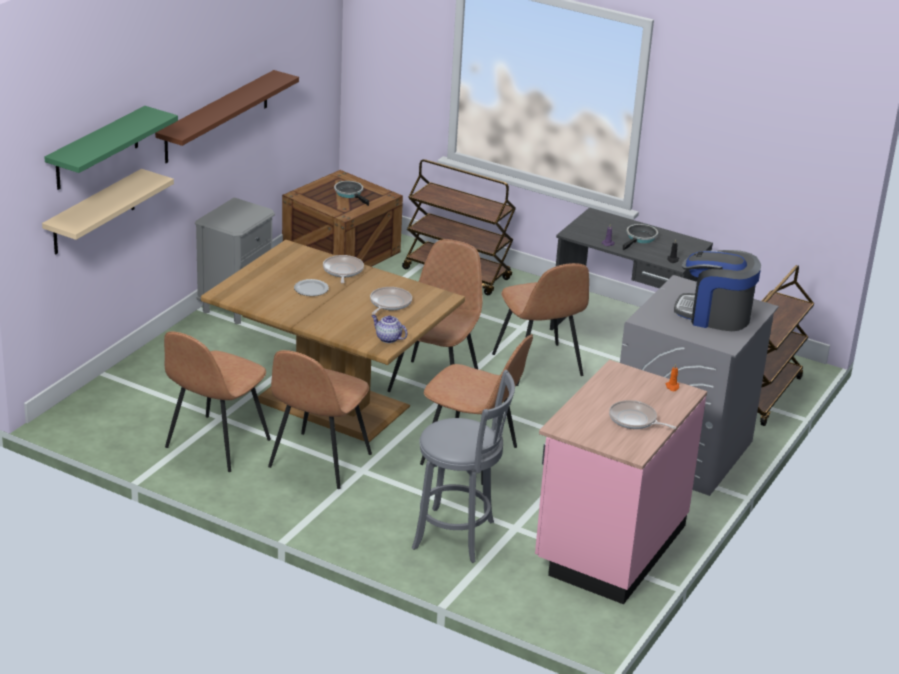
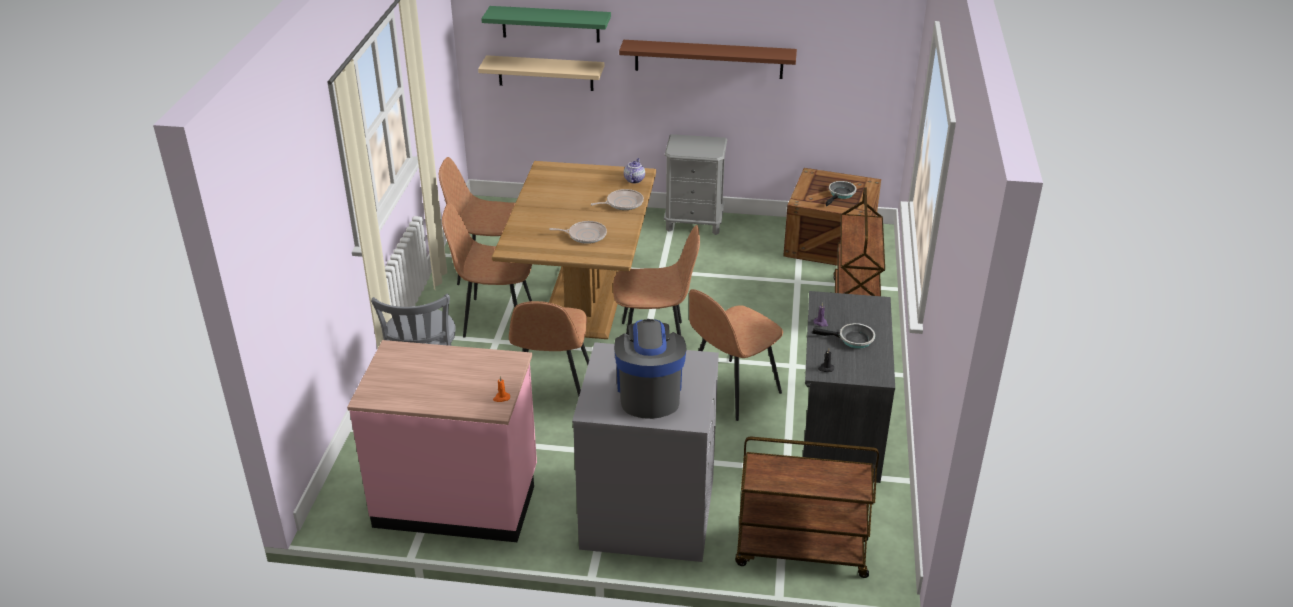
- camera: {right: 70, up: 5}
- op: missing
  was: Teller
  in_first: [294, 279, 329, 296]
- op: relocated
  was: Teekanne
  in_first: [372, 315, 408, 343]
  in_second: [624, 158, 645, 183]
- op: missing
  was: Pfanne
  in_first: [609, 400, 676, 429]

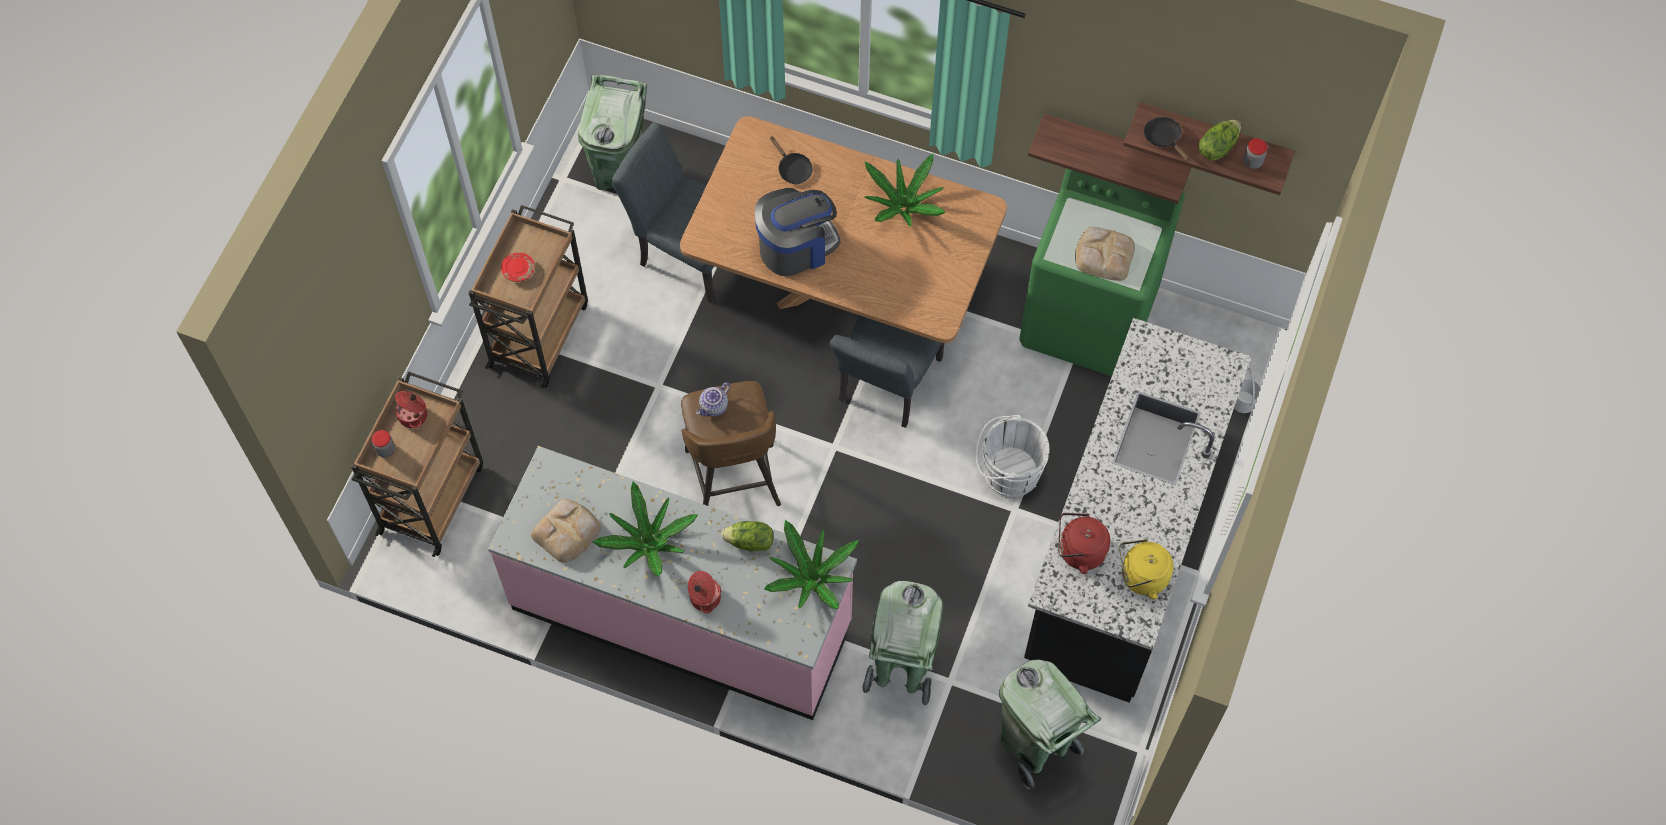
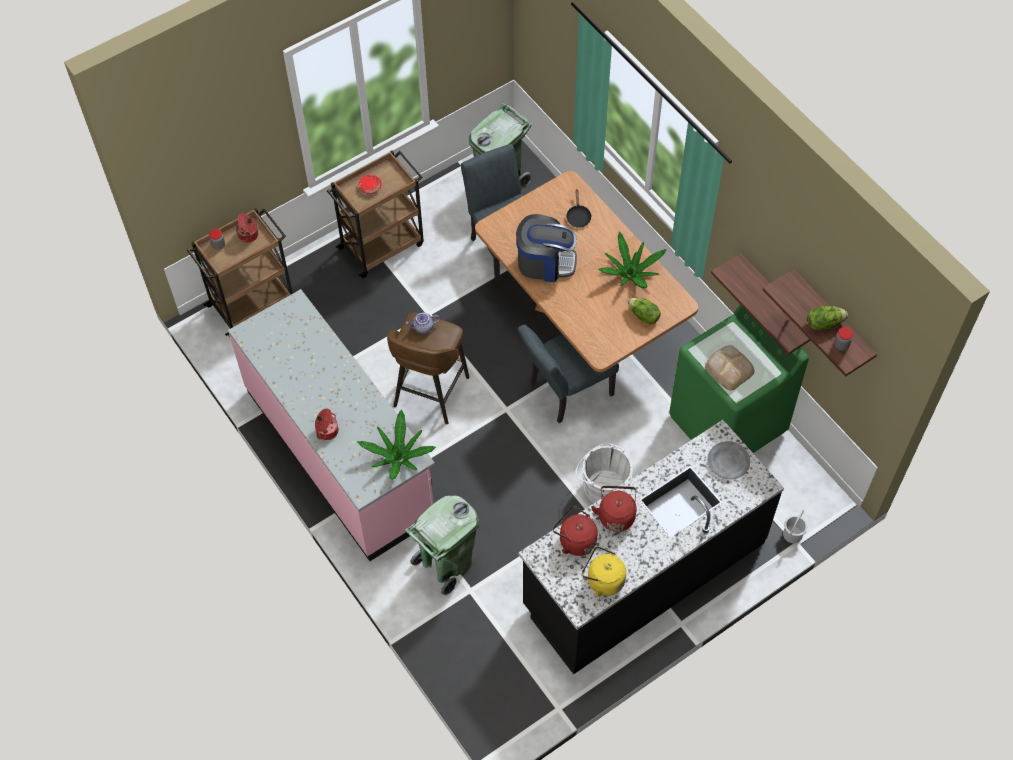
- camera: {right: 35, up: -5}
- op: missing
  was: Pfanne (schwarz)
  in_first: [1144, 117, 1190, 162]
- op: missing
  was: Topfpflanze
  in_first: [593, 481, 698, 576]
- op: missing
  was: Brot
  in_first: [531, 499, 601, 563]
- op: relocated
  was: Salatkopf
  in_first: [721, 521, 774, 551]
  in_second: [628, 298, 661, 325]
- op: missing
  was: Mülleimer (grün)
  in_first: [999, 659, 1101, 789]
- op: appeared
  now: Teller (grau)
  in_second: [707, 441, 750, 479]
- op: appeared
  now: Wasserkessel (rot)
  in_second: [591, 486, 637, 532]

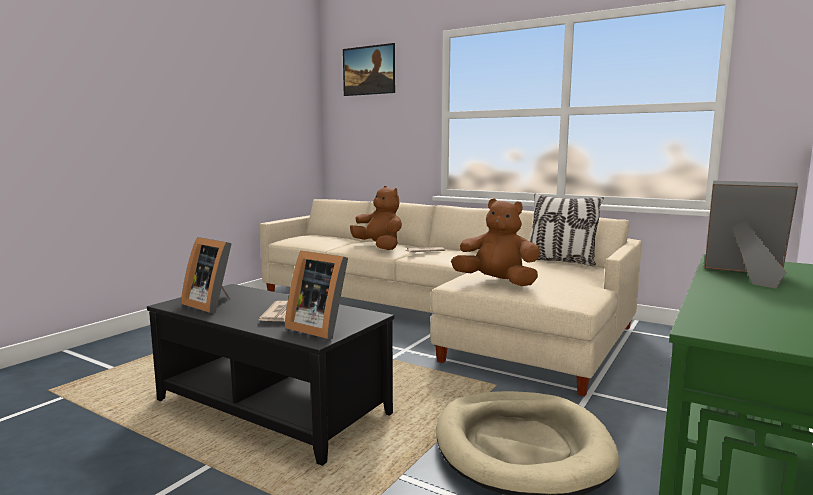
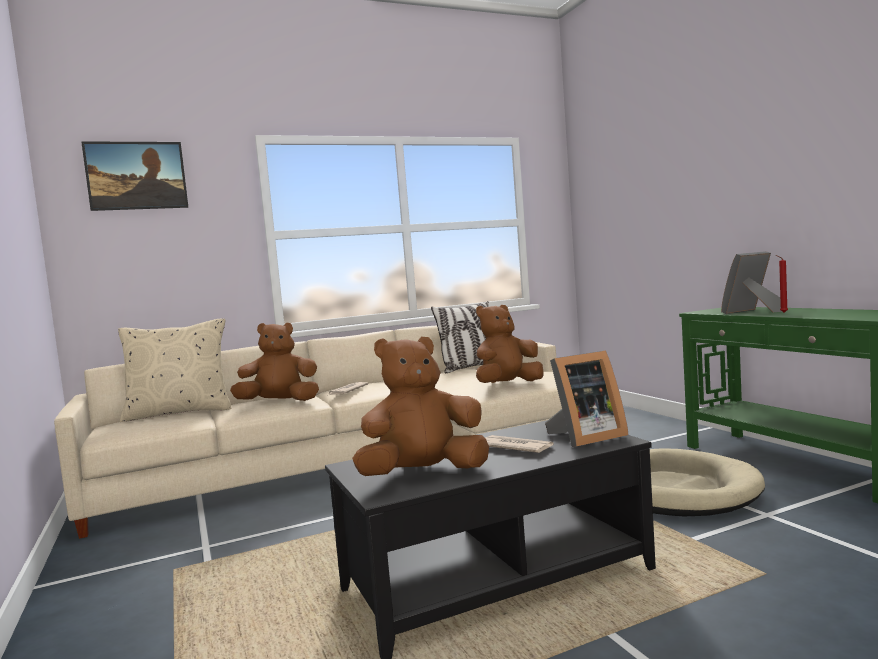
- camera: {right: -55, up: -5}
- op: exchanged
  was: Bilderrahmen
  now: Plüschtier (braun)
  in_first: [181, 237, 232, 313]
  in_second: [352, 336, 489, 476]
- op: appeared
  now: Kerze (rot)
  in_second: [776, 255, 788, 313]
- op: appeared
  now: Kissen (beige)
  in_second: [118, 319, 231, 422]

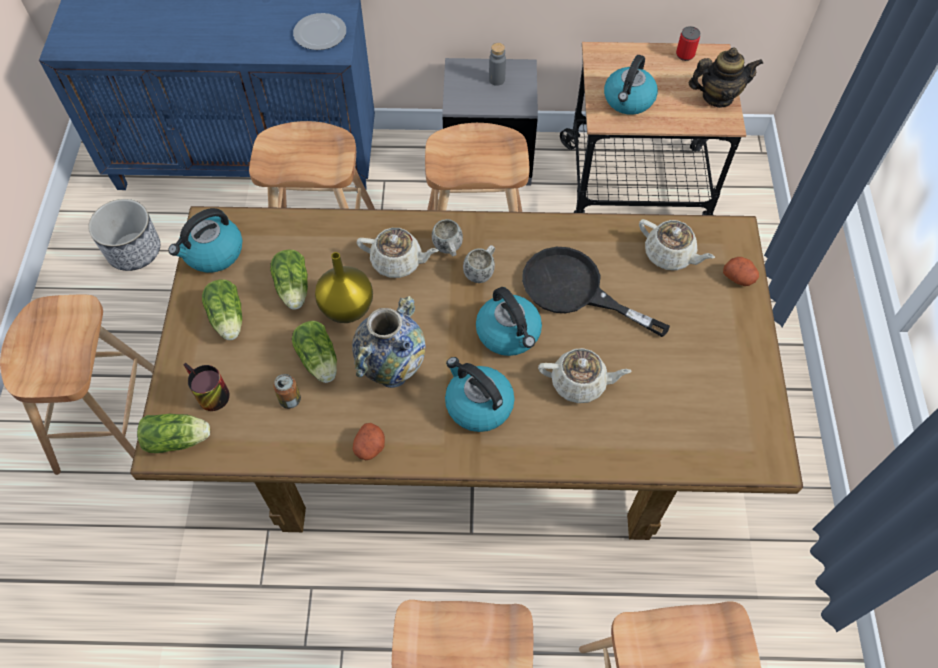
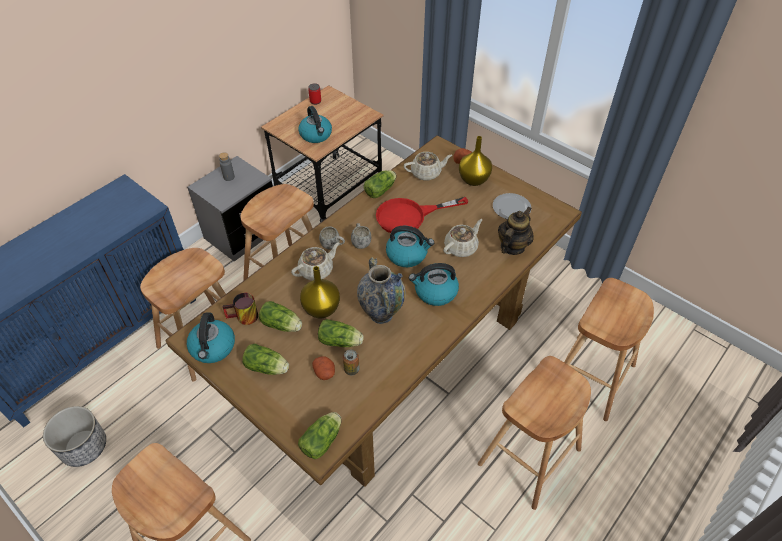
- camera: {right: -50, up: -10}
- op: relocated
  was: Teller
  in_first: [293, 13, 346, 50]
  in_second: [493, 193, 531, 219]
- op: relocated
  was: Teekanne
  in_first: [689, 48, 763, 108]
  in_second: [498, 206, 534, 255]
- op: colour
  was: Pfanne (schwarz)
  now: Pfanne (rot)
  in_first: [522, 247, 670, 337]
  in_second: [376, 197, 468, 233]
- op: relocated
  was: Henkelbecher
  in_first: [183, 363, 230, 411]
  in_second: [223, 293, 258, 325]
- op: relocated
  was: Kartoffel
  in_first: [353, 423, 385, 460]
  in_second: [312, 356, 335, 380]
- op: appeared
  now: Vase (gelb)
  in_second: [459, 136, 492, 186]
- op: appeared
  now: Salatkopf
  in_second: [364, 170, 396, 198]

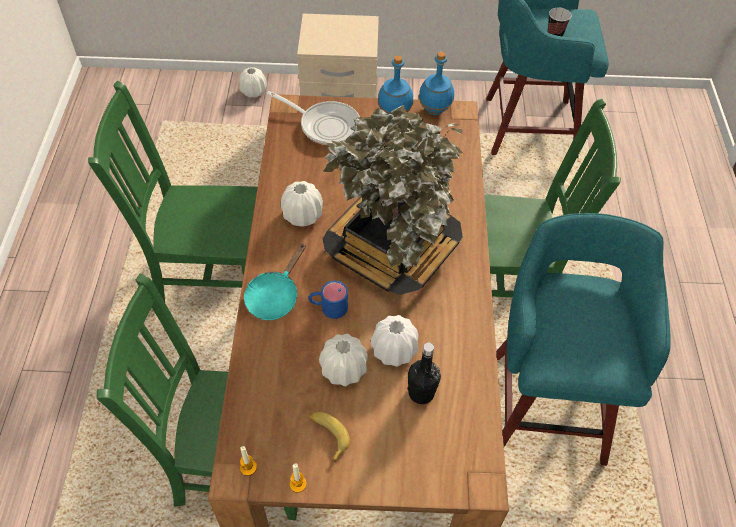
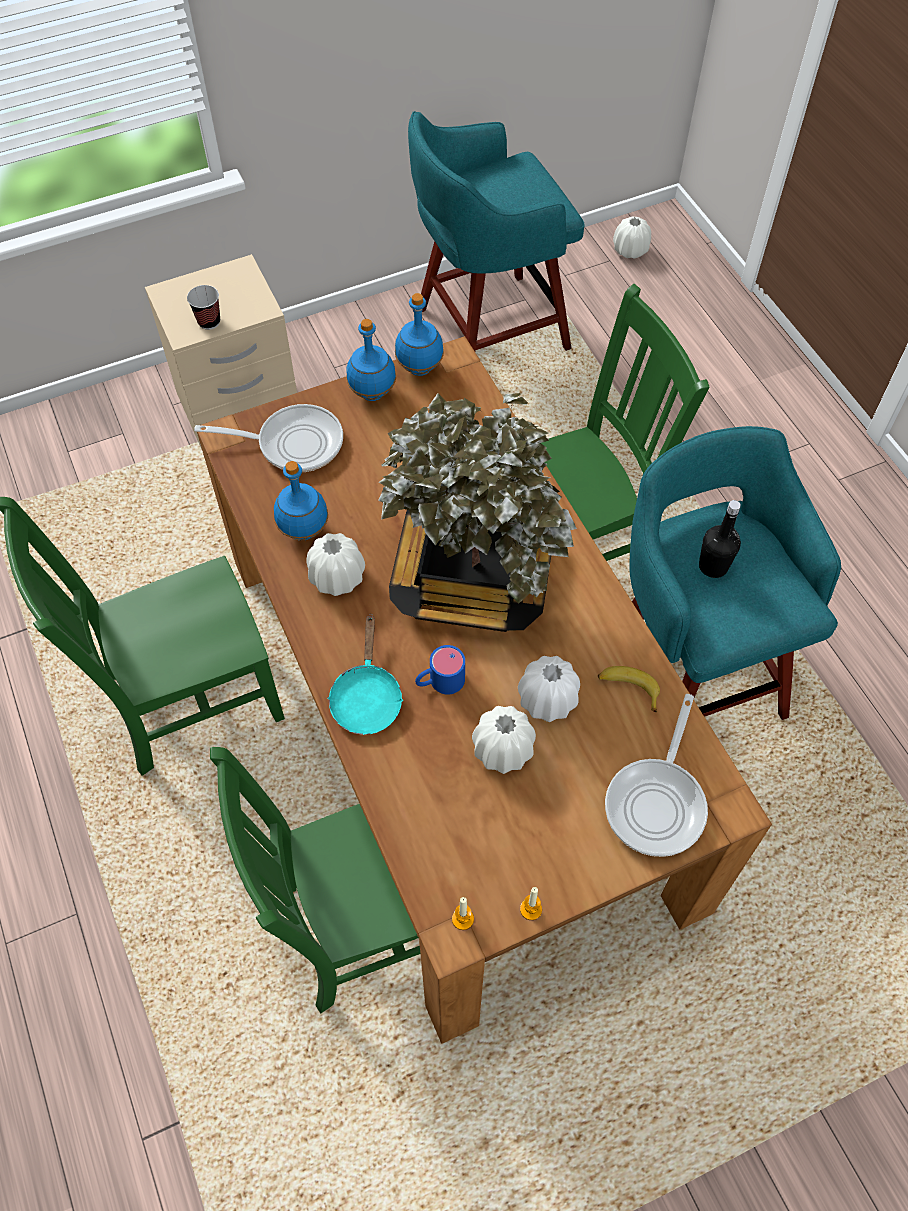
- camera: {right: -25, up: 5}
- op: relocated
  was: Tasse
  in_first: [547, 7, 572, 36]
  in_second: [187, 285, 220, 330]
- op: relocated
  was: Vase (weiß)
  in_first: [239, 67, 267, 98]
  in_second: [613, 217, 651, 259]
- op: relocated
  was: Flasche (schwarz)
  in_first: [408, 343, 441, 404]
  in_second: [699, 500, 741, 578]
- op: relocated
  was: Banane
  in_first: [309, 412, 350, 462]
  in_second: [598, 666, 660, 712]
- op: appeared
  now: Flasche (blau)
  in_second: [274, 461, 328, 541]
- op: appeared
  now: Pfanne
  in_second: [605, 694, 708, 857]

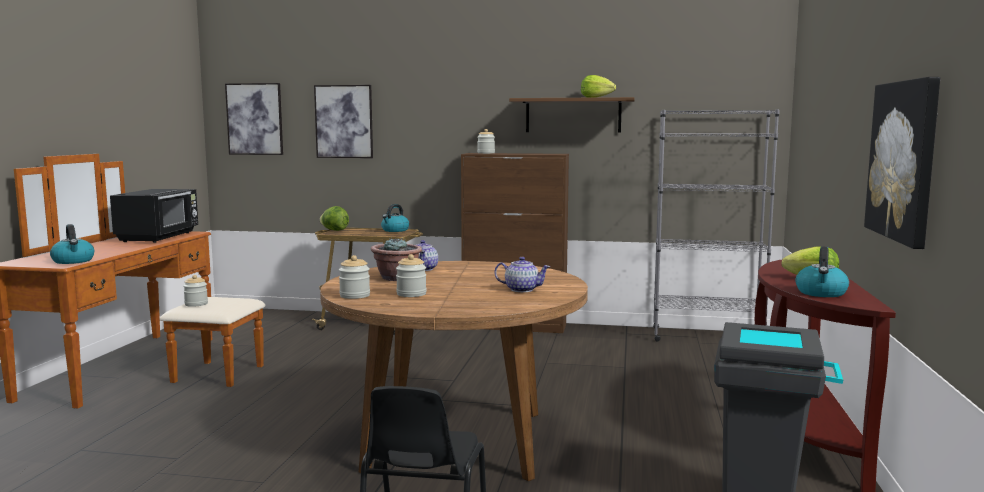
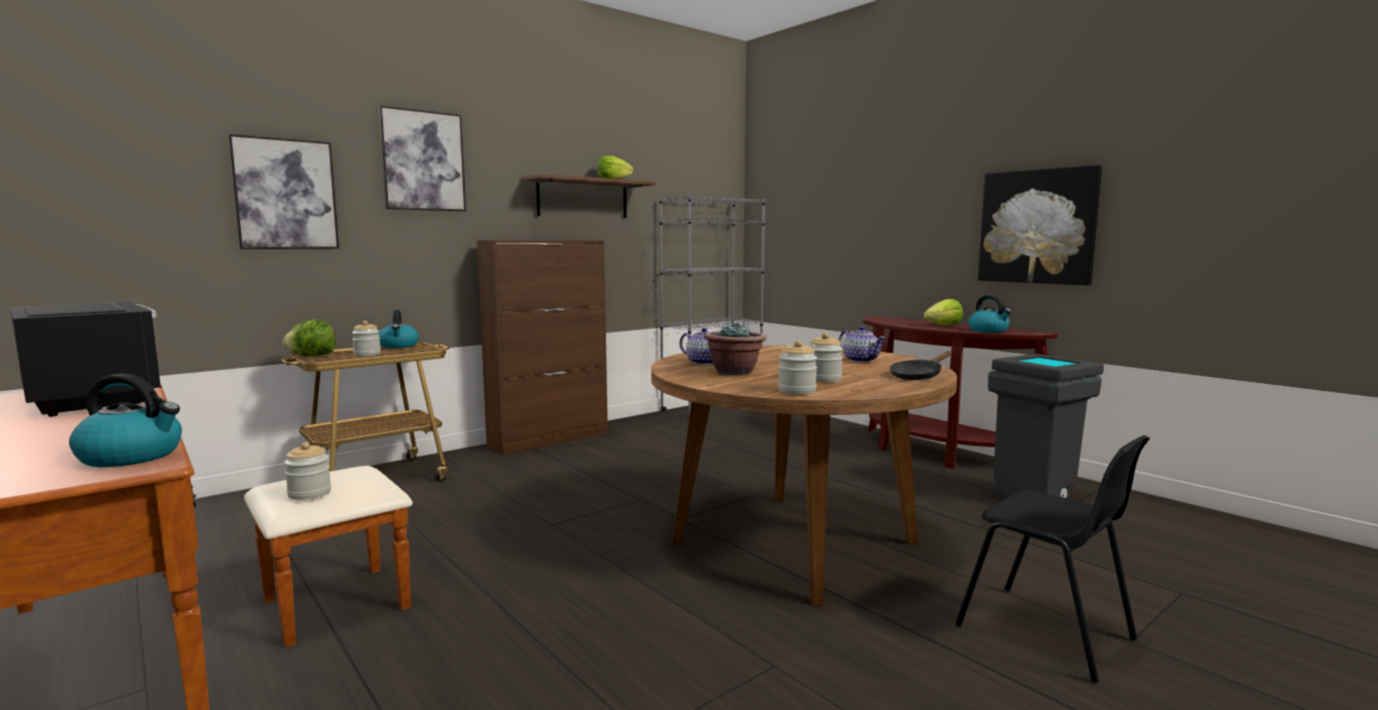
- camera: {right: -50, up: 0}
- op: relocated
  was: Bild
  in_first: [225, 83, 283, 155]
  in_second: [379, 105, 466, 211]
- op: relocated
  was: Vorratsglas
  in_first: [477, 129, 495, 154]
  in_second: [352, 321, 381, 356]
- op: spun
  was: Teekanne
  in_first: [494, 257, 550, 292]
  in_second: [839, 326, 885, 363]
  clockwise: 90
- op: appeared
  now: Pfanne (schwarz)
  in_second: [889, 351, 952, 380]

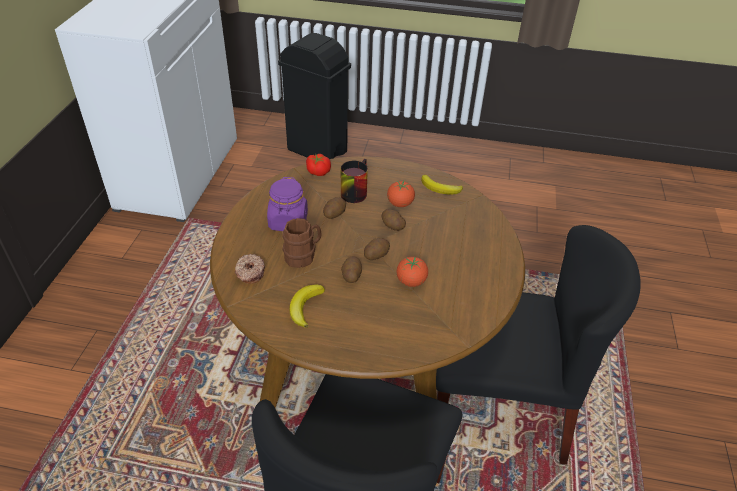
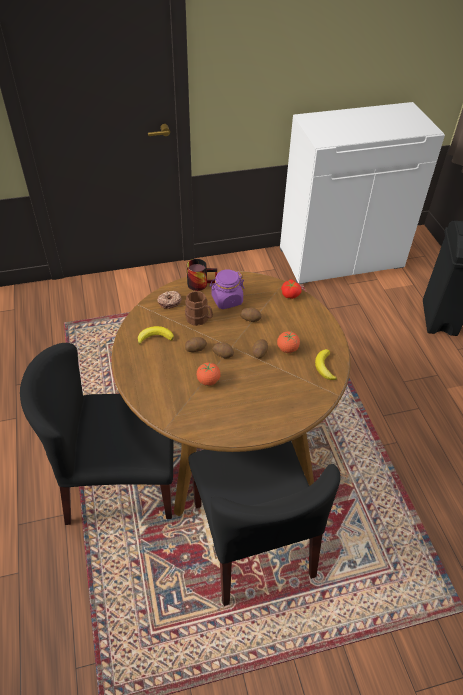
- camera: {right: 65, up: 5}
- op: relocated
  was: Henkelbecher
  in_first: [341, 159, 368, 203]
  in_second: [187, 259, 217, 291]

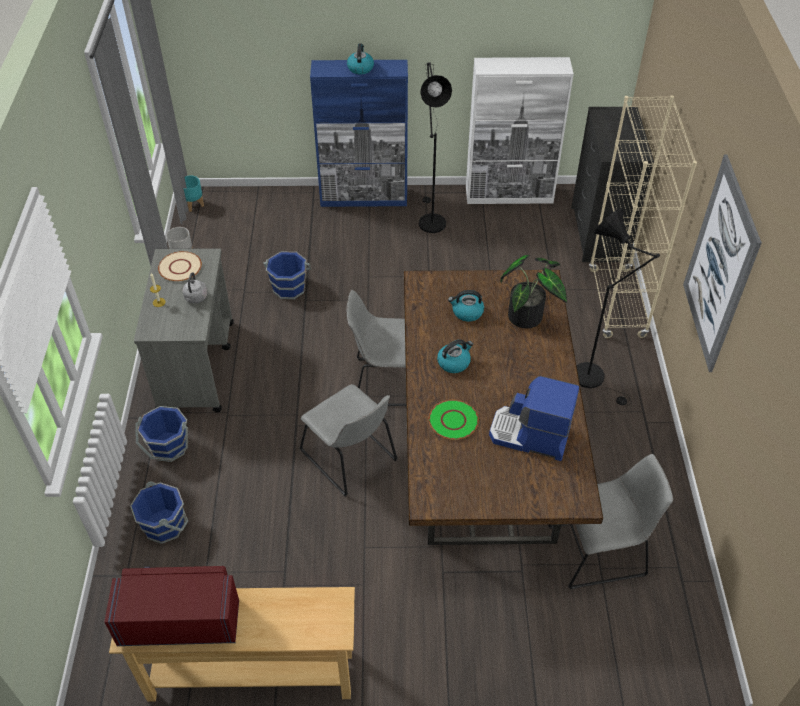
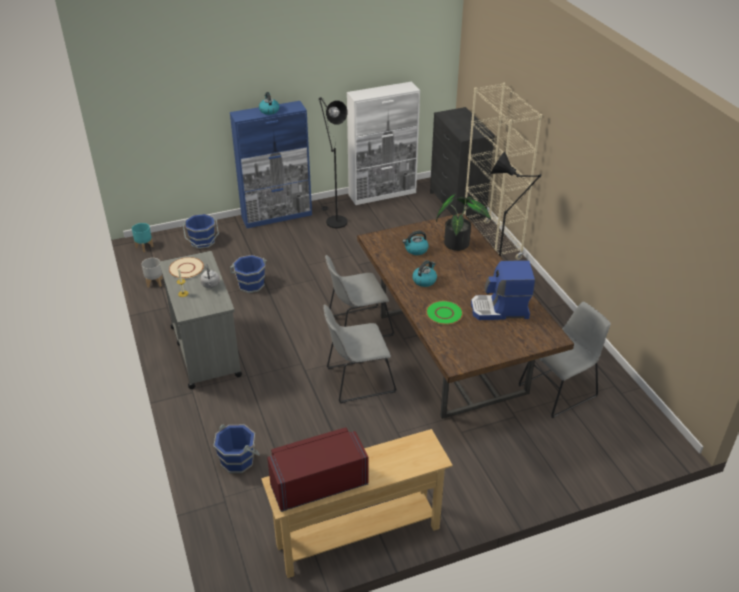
- camera: {right: -20, up: -10}
- op: missing
  was: Bild
  in_first: [683, 154, 762, 372]
- op: spun
  was: Stuhl (grau)
  in_first: [300, 384, 398, 497]
  in_second: [323, 304, 397, 403]
  clockwise: 135
- op: relocated
  was: Eimer (blau)
  in_first: [135, 406, 188, 462]
  in_second: [183, 214, 219, 249]

